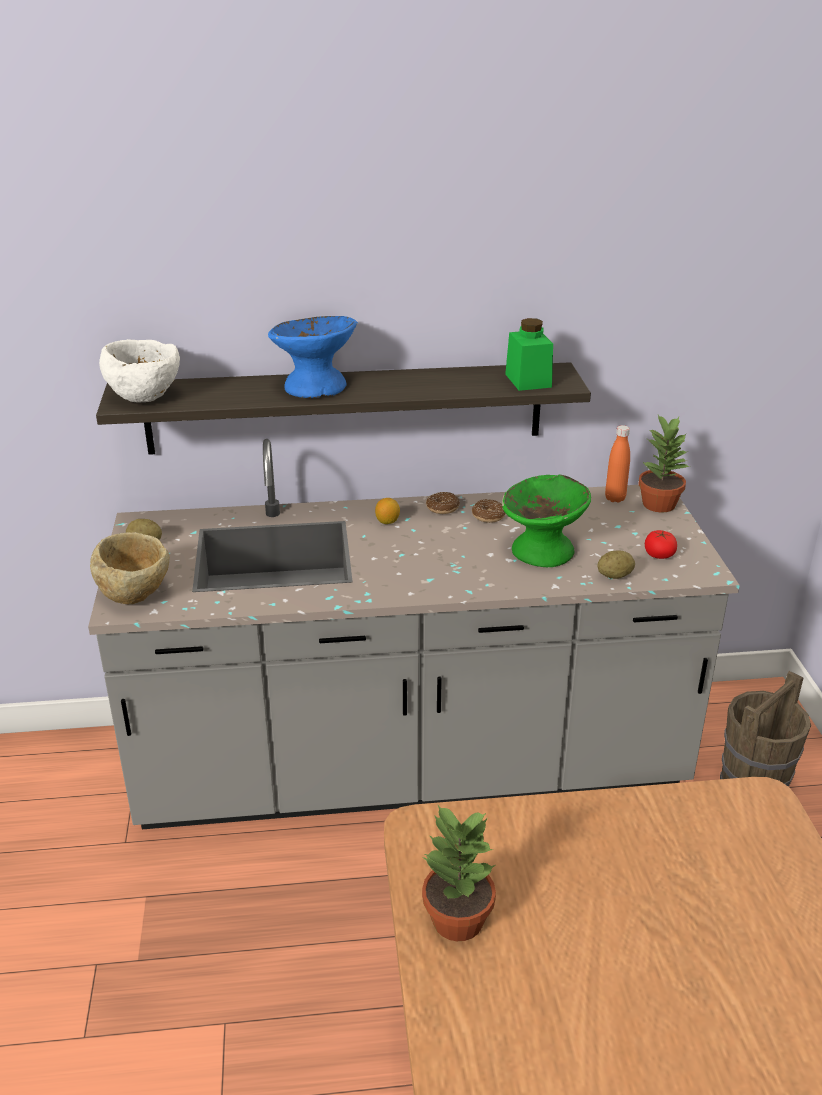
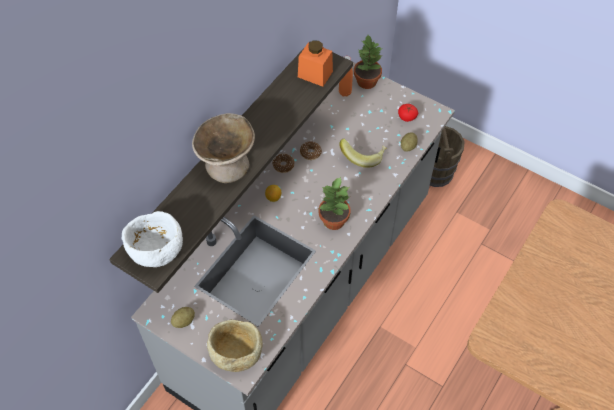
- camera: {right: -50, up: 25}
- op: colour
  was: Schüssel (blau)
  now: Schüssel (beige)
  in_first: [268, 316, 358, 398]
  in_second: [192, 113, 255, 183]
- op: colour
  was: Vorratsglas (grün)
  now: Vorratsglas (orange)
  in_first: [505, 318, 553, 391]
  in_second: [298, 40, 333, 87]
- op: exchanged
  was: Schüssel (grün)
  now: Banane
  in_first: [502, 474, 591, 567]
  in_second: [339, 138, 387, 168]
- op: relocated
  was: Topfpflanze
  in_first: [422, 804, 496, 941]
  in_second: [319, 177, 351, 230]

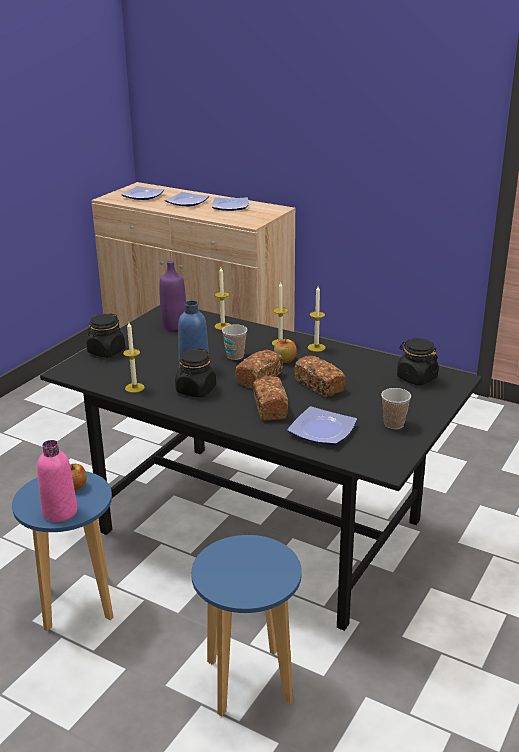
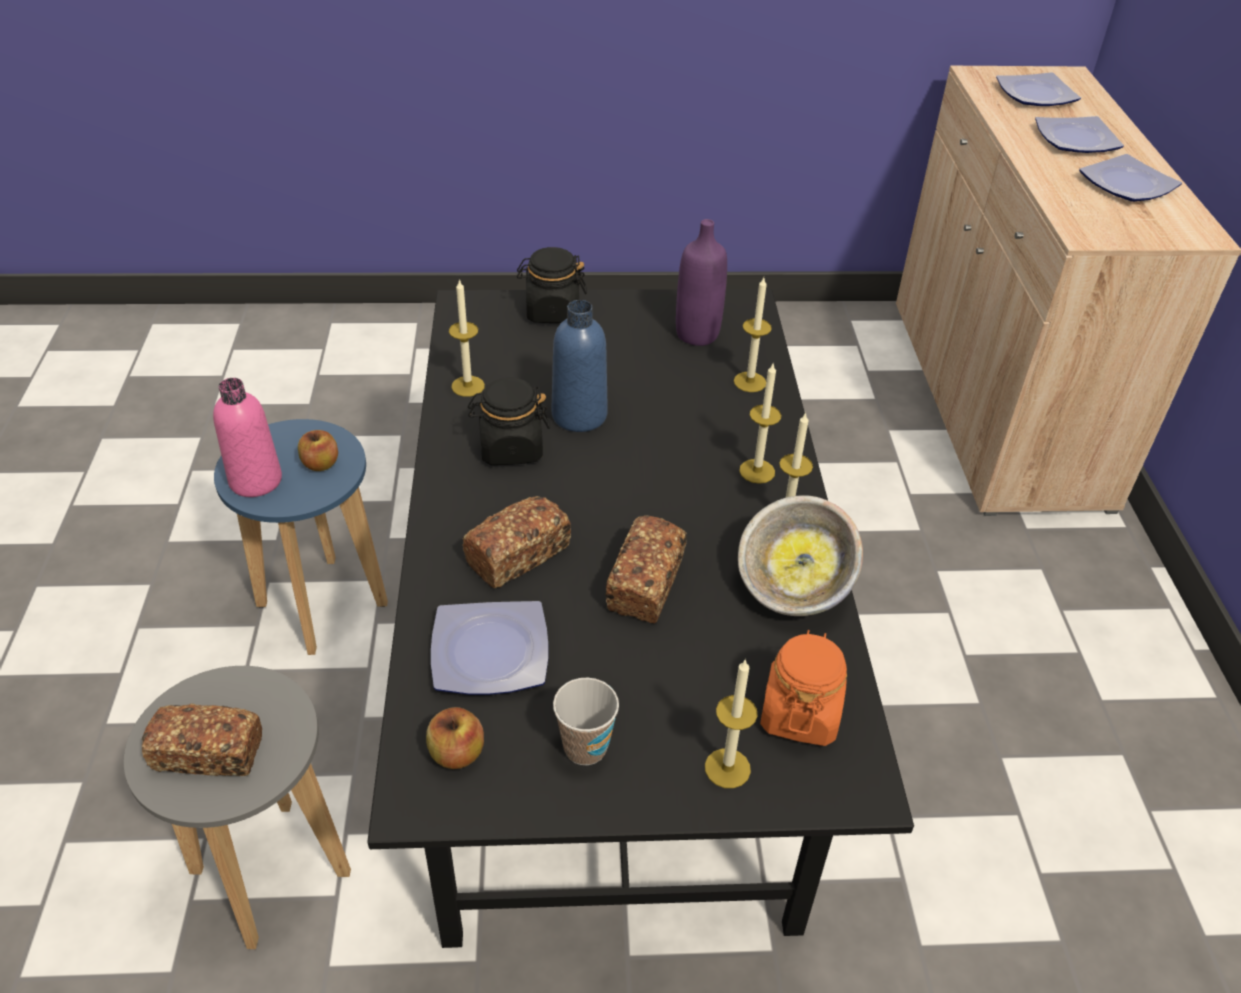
- camera: {right: 55, up: 15}
- op: missing
  was: Tasse
  in_first: [222, 324, 247, 360]
- op: relocated
  was: Apfel
  in_first: [274, 338, 297, 363]
  in_second: [426, 707, 484, 769]
- op: colour
  was: Vorratsglas (schwarz)
  now: Vorratsglas (orange)
  in_first: [397, 338, 439, 385]
  in_second: [760, 630, 847, 746]
- op: relocated
  was: Brot
  in_first: [235, 349, 283, 390]
  in_second: [142, 704, 262, 776]
- op: colour
  was: Hocker (blau)
  now: Hocker (grau)
  in_first: [191, 535, 302, 716]
  in_second: [123, 666, 351, 949]
- op: appeared
  now: Schüssel
  in_second: [738, 495, 863, 616]
- op: appeared
  now: Kerze
  in_second: [705, 659, 758, 788]

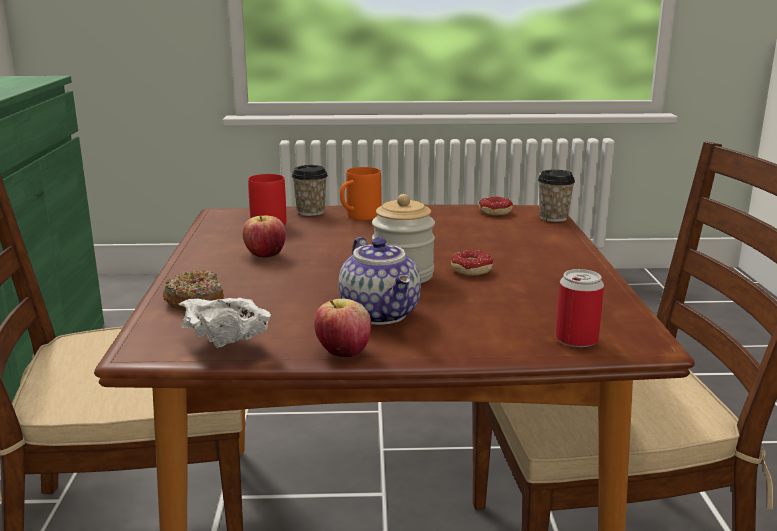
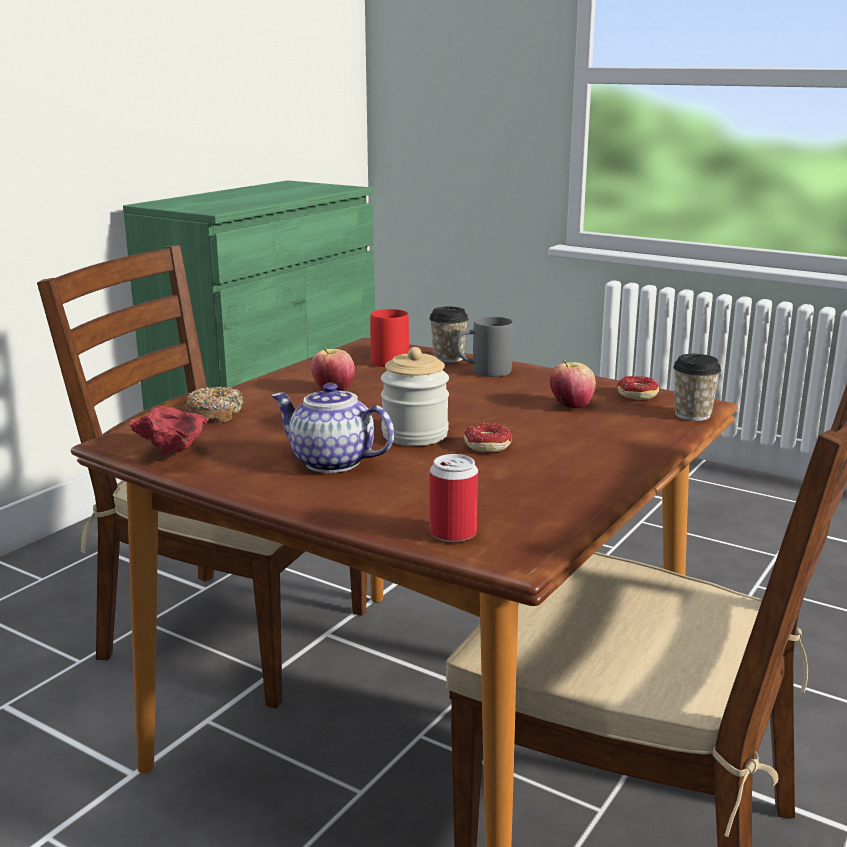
- camera: {right: 35, up: 0}
- op: colour
  was: Henkelbecher (orange)
  now: Henkelbecher (grau)
  in_first: [340, 167, 381, 220]
  in_second: [456, 317, 513, 377]
- op: spun
  was: Teekanne
  in_first: [338, 237, 421, 325]
  in_second: [271, 382, 394, 473]
  clockwise: 105
- op: colour
  was: Schüssel (weiß)
  now: Schüssel (rot)
  in_first: [179, 298, 271, 348]
  in_second: [129, 406, 209, 454]
- op: relocated
  was: Apfel
  in_first: [314, 298, 371, 357]
  in_second: [550, 360, 596, 408]

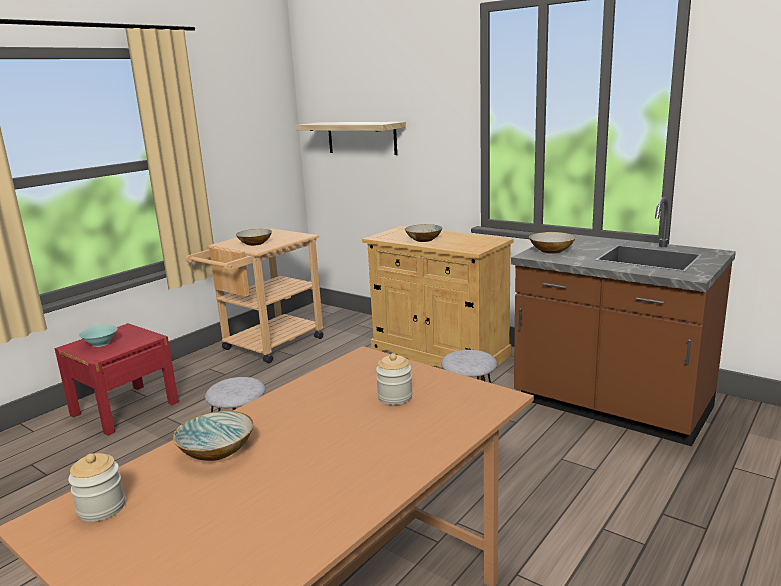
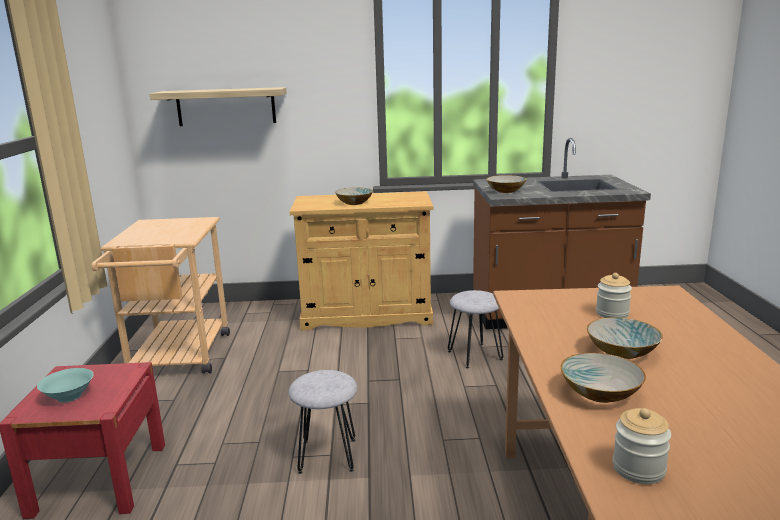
- camera: {right: -40, up: 0}
- op: relocated
  was: Schüssel
  in_first: [236, 229, 272, 246]
  in_second: [587, 317, 663, 359]

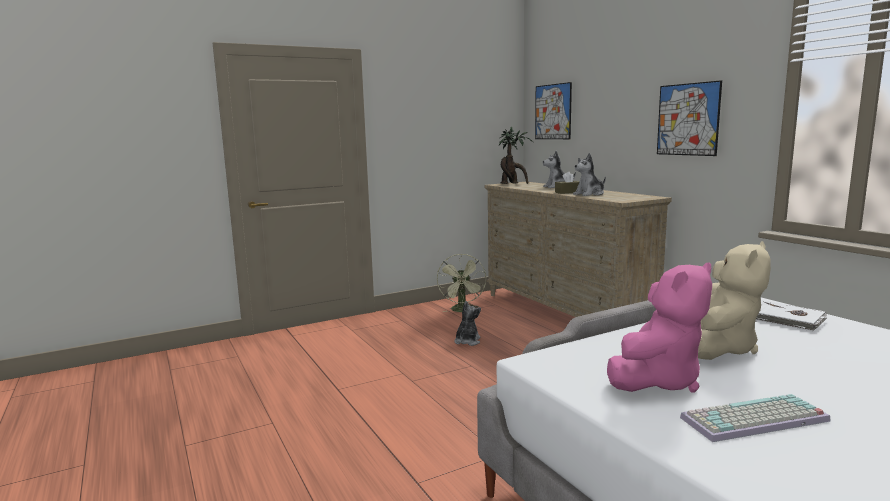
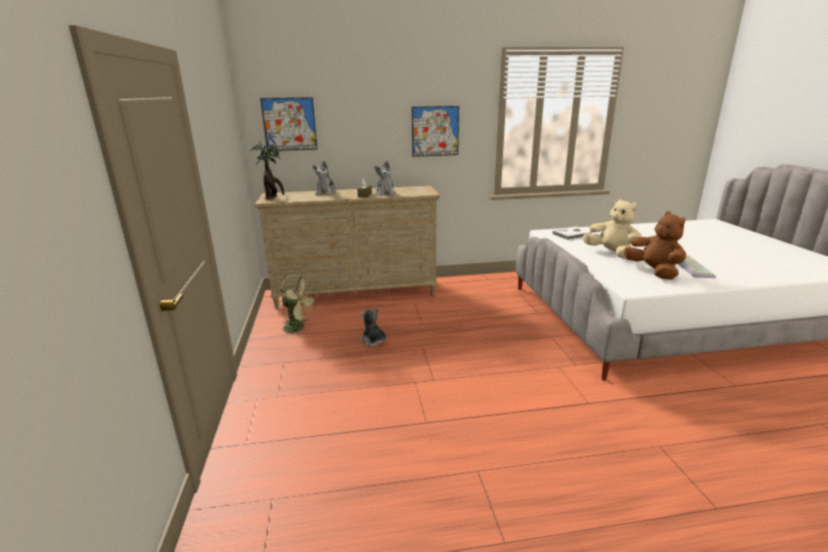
- camera: {right: -70, up: 10}
- op: colour
  was: Plüschtier (rosa)
  now: Plüschtier (braun)
  in_first: [607, 263, 712, 392]
  in_second: [624, 211, 686, 280]

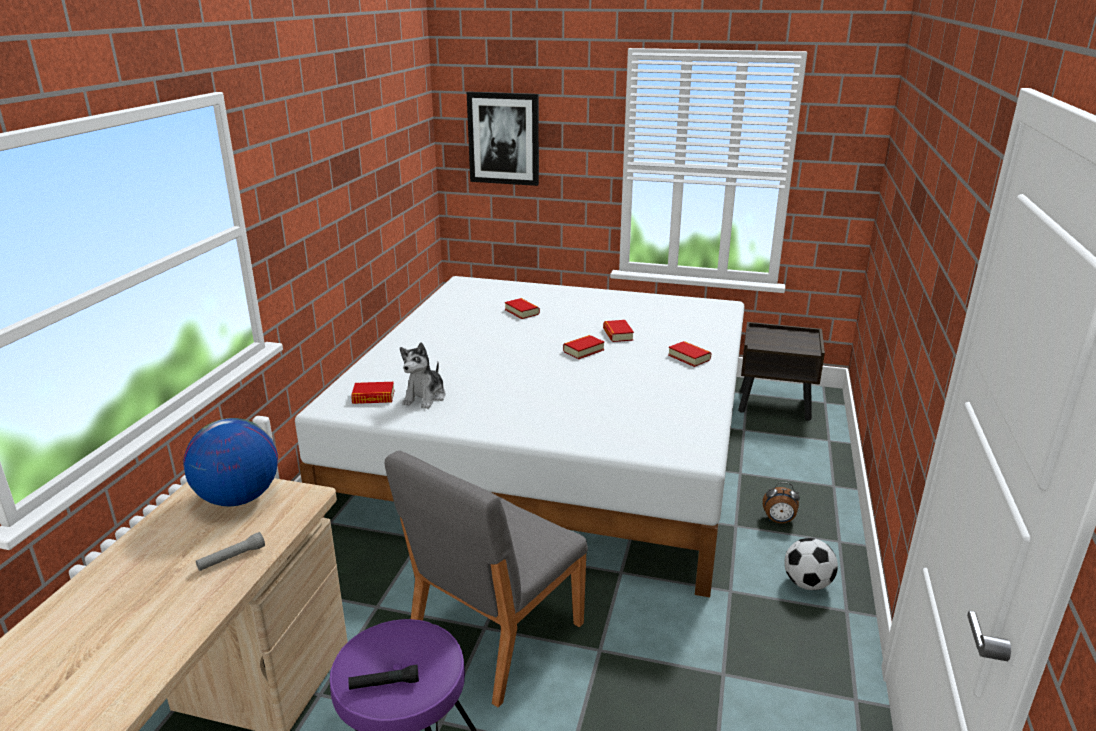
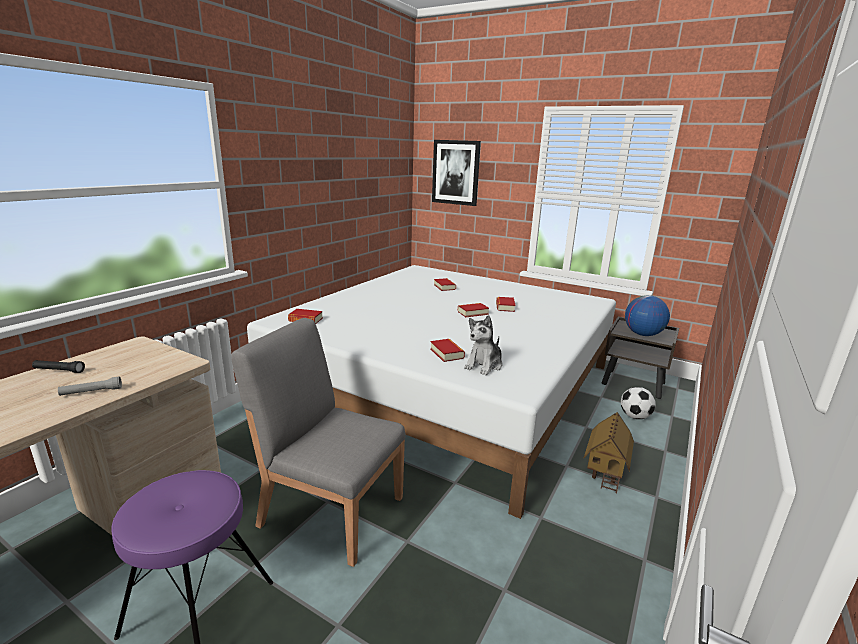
- camera: {right: 15, up: -5}
- op: relocated
  was: Buch
  in_first: [668, 341, 711, 367]
  in_second: [430, 339, 465, 362]
- op: relocated
  was: Plüschtier
  in_first: [400, 342, 446, 409]
  in_second: [464, 315, 503, 375]
- op: relocated
  was: Globus
  in_first: [183, 418, 278, 506]
  in_second: [625, 295, 670, 336]
- op: spun
  was: Stuhl (grau)
  in_first: [385, 451, 588, 707]
  in_second: [231, 318, 406, 567]
  clockwise: 60
- op: exchanged
  was: Wecker
  now: Spielzeughaus
  in_first: [763, 482, 800, 523]
  in_second: [583, 412, 634, 493]
- op: relocated
  was: Fußball
  in_first: [784, 538, 838, 590]
  in_second: [621, 387, 656, 419]
- op: relocated
  was: Taschenlampe (schwarz)
  in_first: [348, 665, 419, 690]
  in_second: [32, 360, 85, 373]

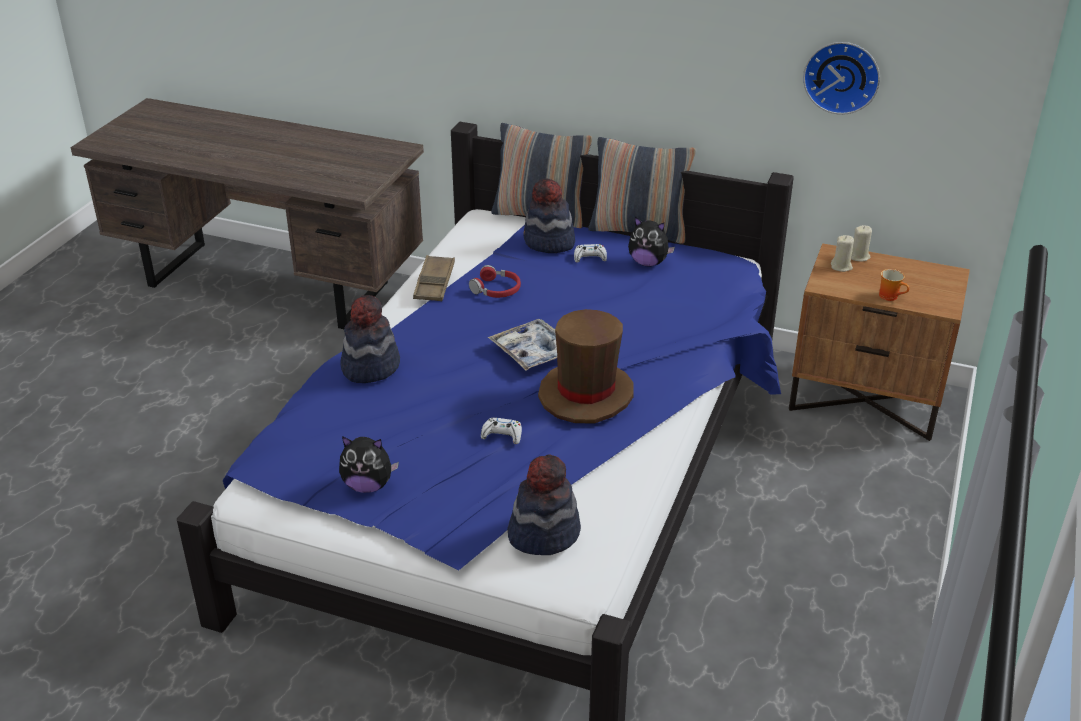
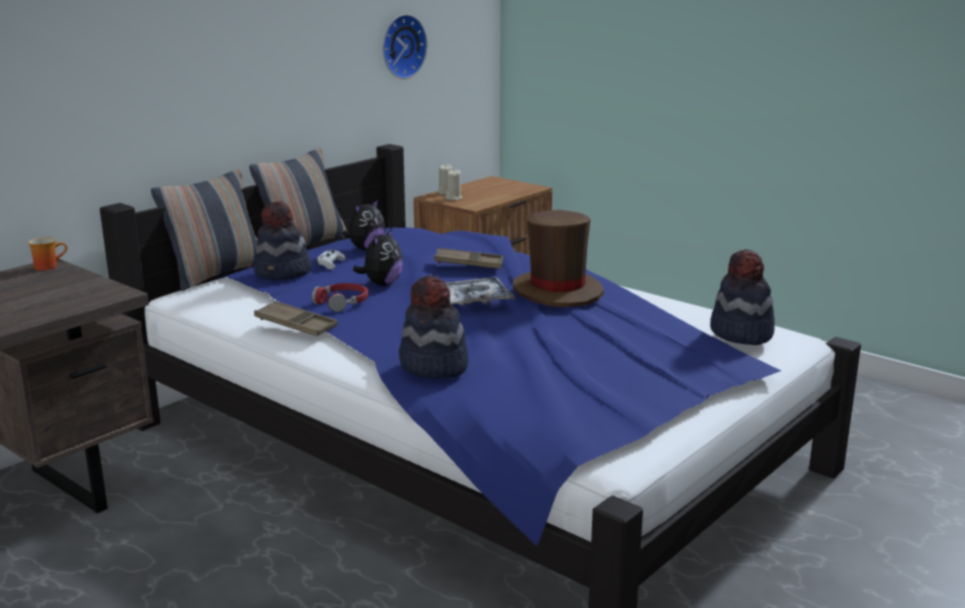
- camera: {right: -70, up: -15}
- op: relocated
  was: Henkelbecher
  in_first: [879, 269, 909, 301]
  in_second: [28, 237, 67, 270]
- op: missing
  was: Gamepad (weiß)
  in_first: [481, 418, 522, 444]
- op: relocated
  was: Plüschtier
  in_first: [339, 436, 399, 493]
  in_second: [353, 227, 403, 286]
- op: appeared
  now: Tablett (braun)
  in_second: [434, 248, 503, 269]

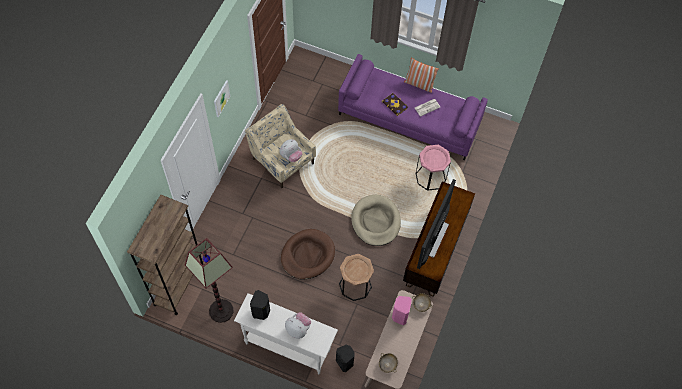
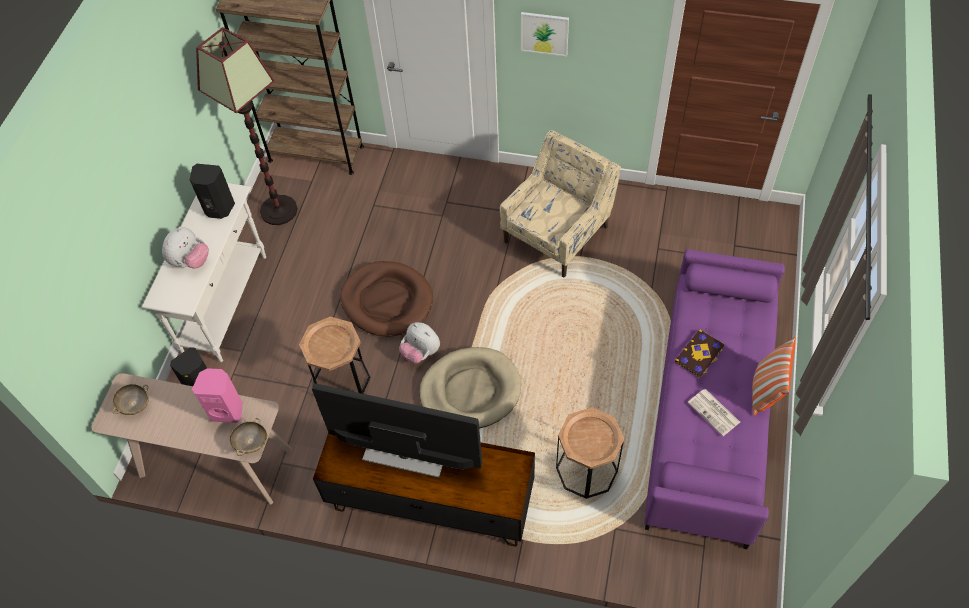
- camera: {right: 85, up: -5}
- op: relocated
  was: Plüschtier
  in_first: [279, 139, 302, 162]
  in_second: [399, 322, 440, 364]
- op: colour
  was: Beistelltisch (rosa)
  now: Beistelltisch (braun)
  in_first: [416, 145, 451, 191]
  in_second: [556, 407, 624, 499]

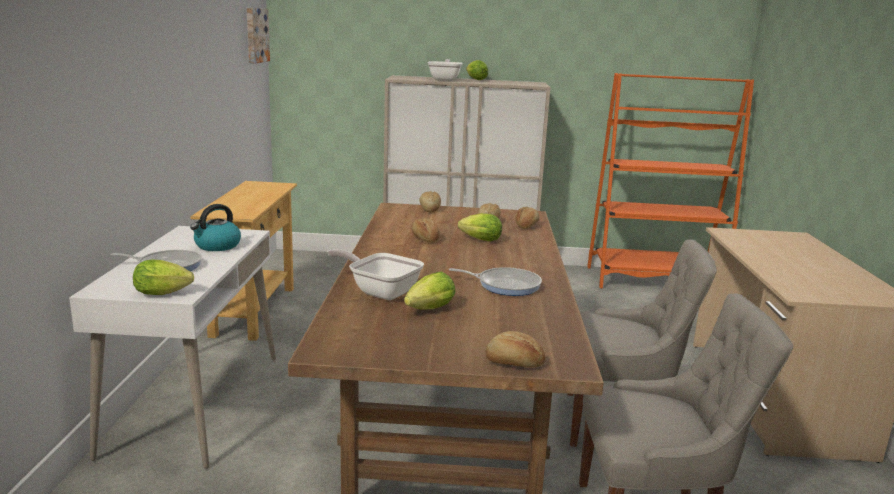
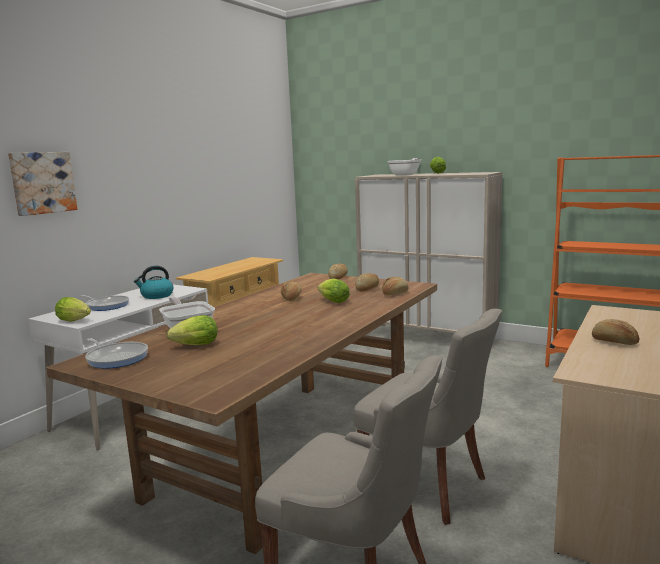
- camera: {right: 30, up: -5}
- op: relocated
  was: Bild
  in_first: [247, 8, 270, 64]
  in_second: [8, 152, 78, 216]
- op: relocated
  was: Pfanne
  in_first: [449, 267, 542, 296]
  in_second: [85, 338, 148, 369]
- op: relocated
  was: Brot
  in_first: [485, 331, 545, 367]
  in_second: [592, 319, 639, 345]

